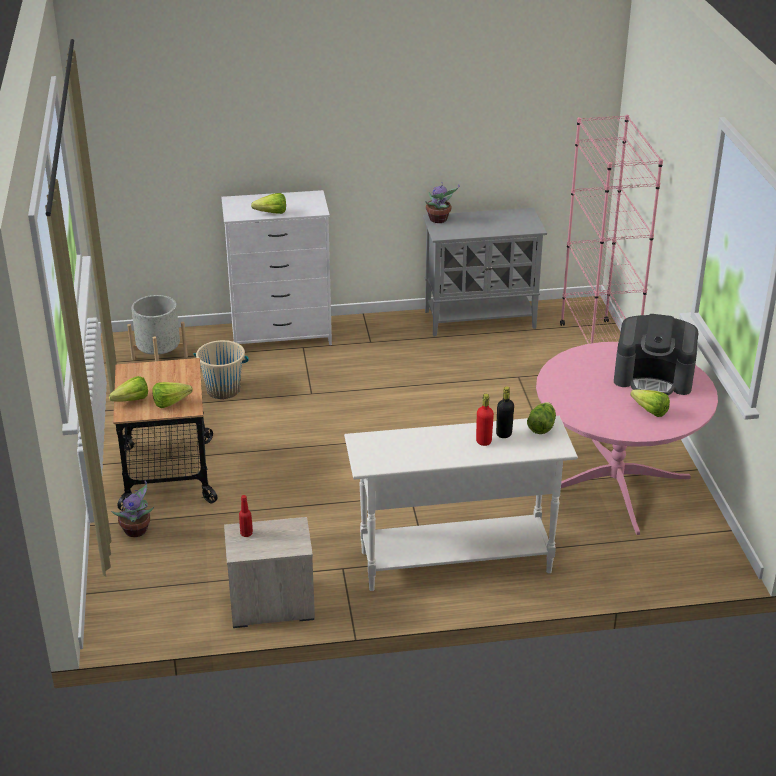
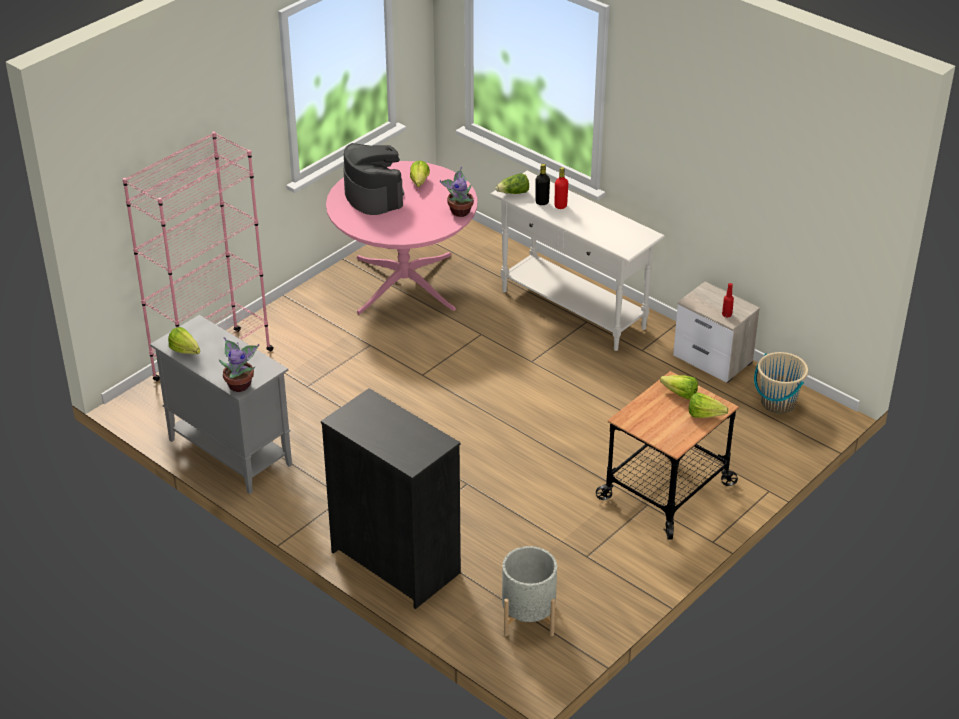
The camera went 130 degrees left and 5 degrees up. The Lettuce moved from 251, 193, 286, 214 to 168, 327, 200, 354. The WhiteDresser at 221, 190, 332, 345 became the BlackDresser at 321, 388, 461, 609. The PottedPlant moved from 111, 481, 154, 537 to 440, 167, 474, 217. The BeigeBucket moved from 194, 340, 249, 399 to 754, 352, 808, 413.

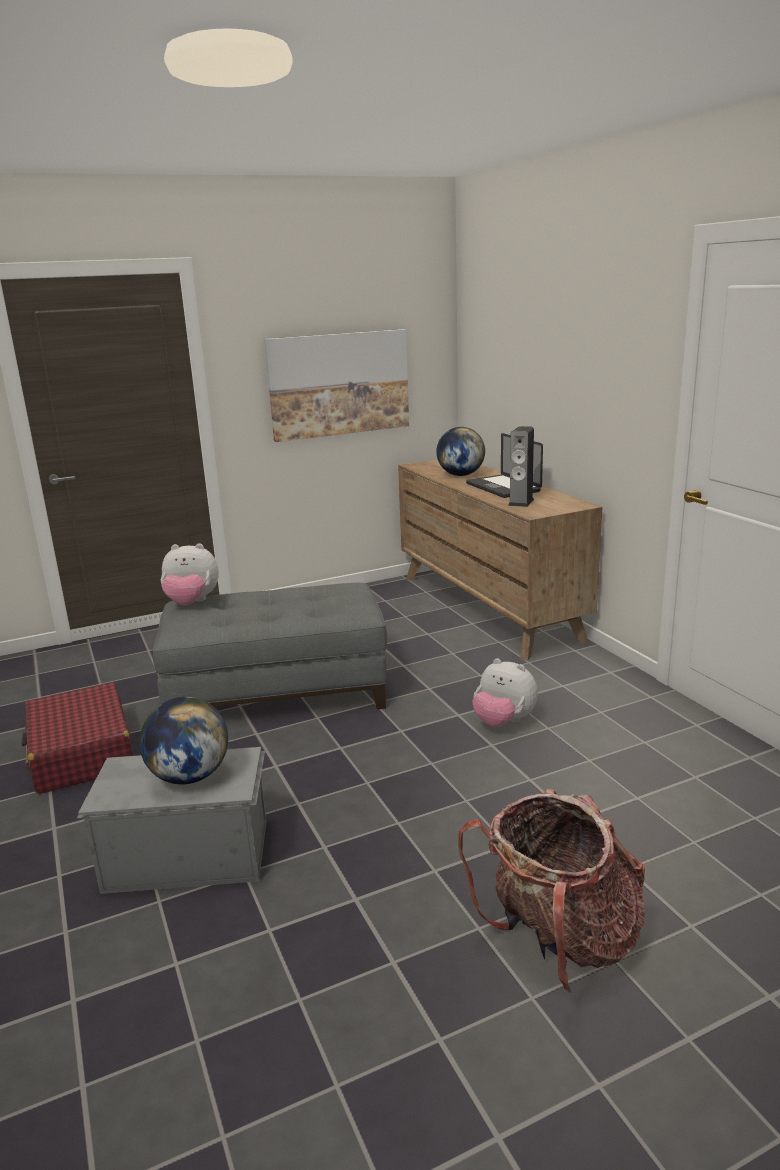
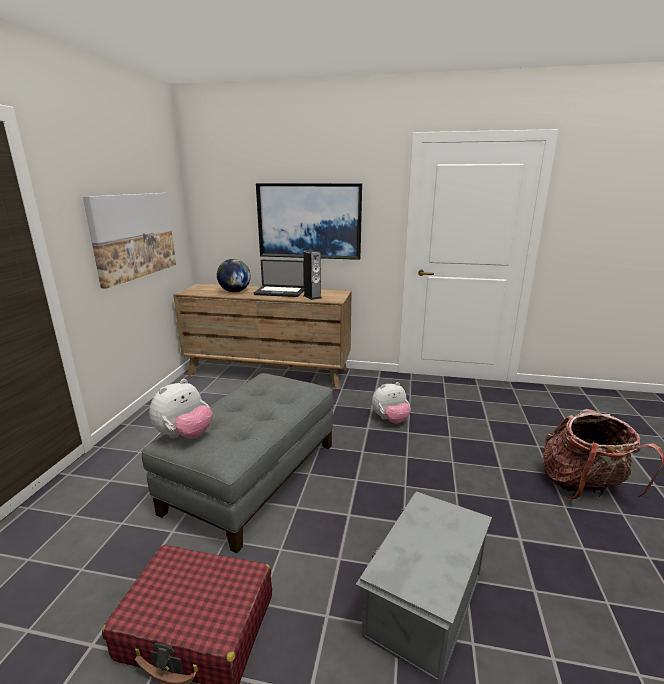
The camera went 55 degrees left and 0 degrees up. The Picture at 256, 183, 362, 260 appeared. The Globe at 139, 697, 228, 785 disappeared.

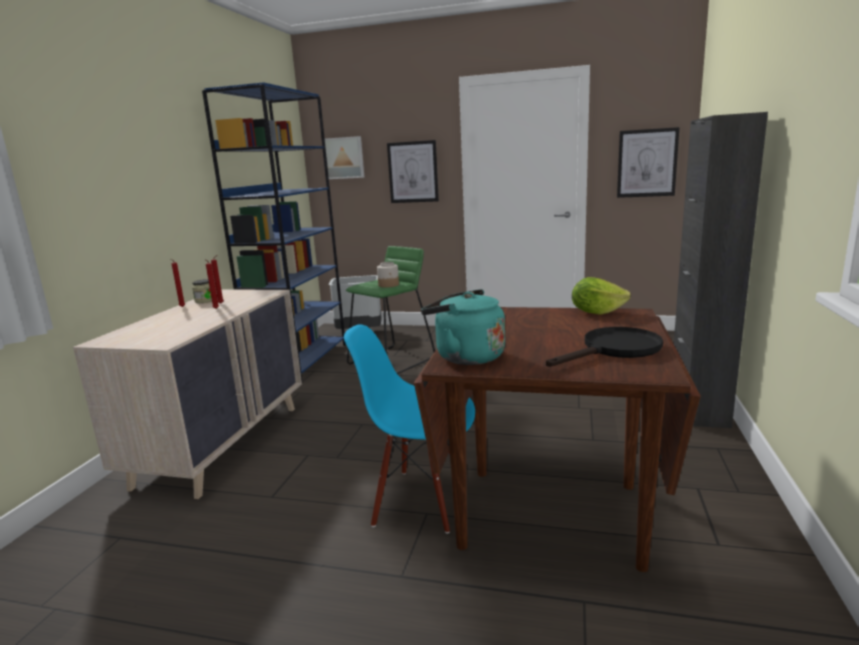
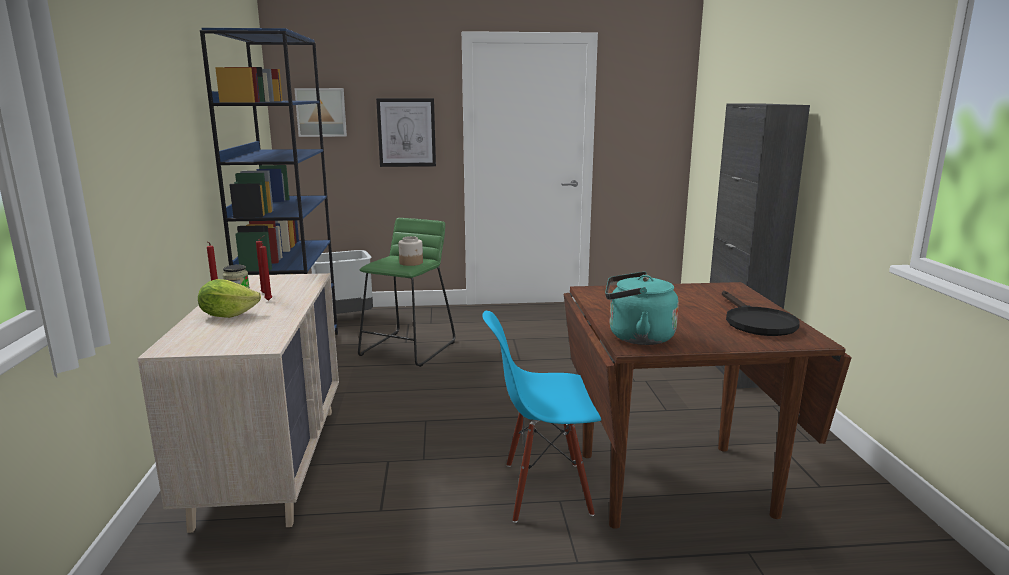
The camera went 20 degrees left and 0 degrees up. The Lettuce moved from 572, 277, 631, 315 to 198, 279, 261, 318. The BlackFryingPan at 546, 327, 663, 367 turned 135 degrees clockwise. The Picture at 617, 127, 680, 198 disappeared.

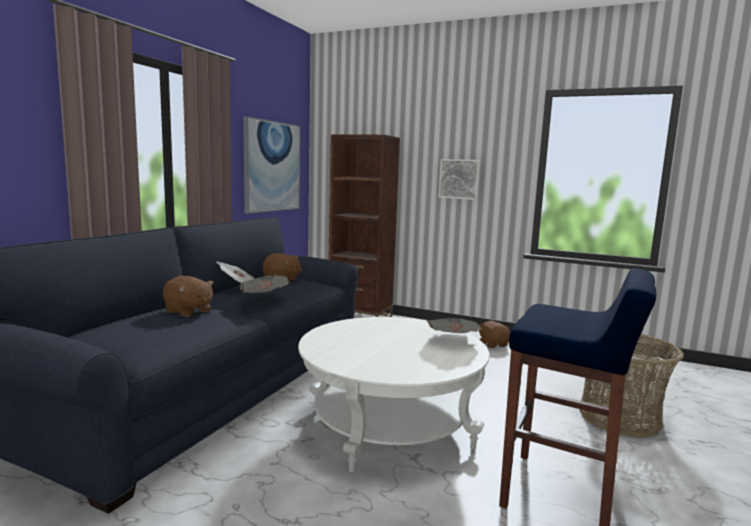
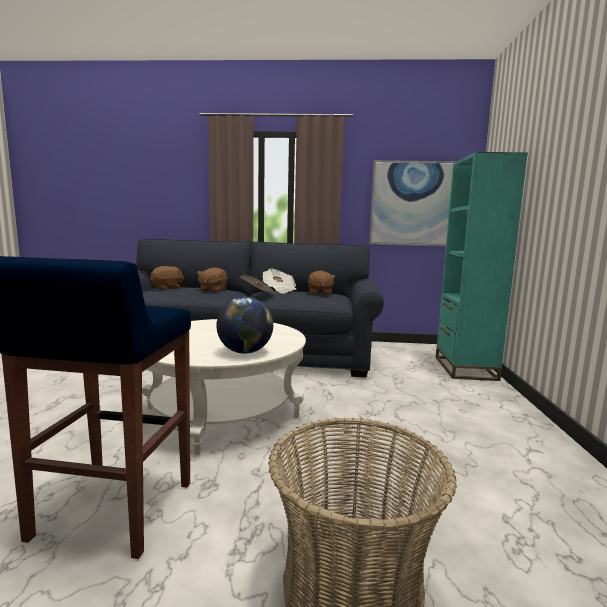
The camera went 70 degrees right and 0 degrees up. The BrownPlushToy moved from 479, 321, 510, 348 to 150, 266, 184, 290. The Newspaper at 426, 318, 482, 333 was replaced by the Globe at 216, 297, 273, 354. The BrownBookcase at 328, 134, 400, 317 became the TurquoiseBookcase at 436, 152, 528, 381. The Picture at 438, 159, 480, 200 disappeared.

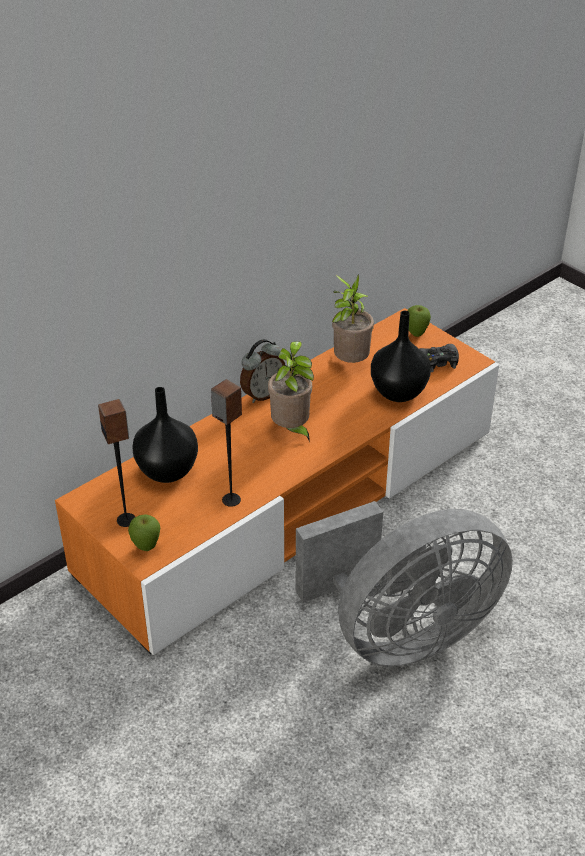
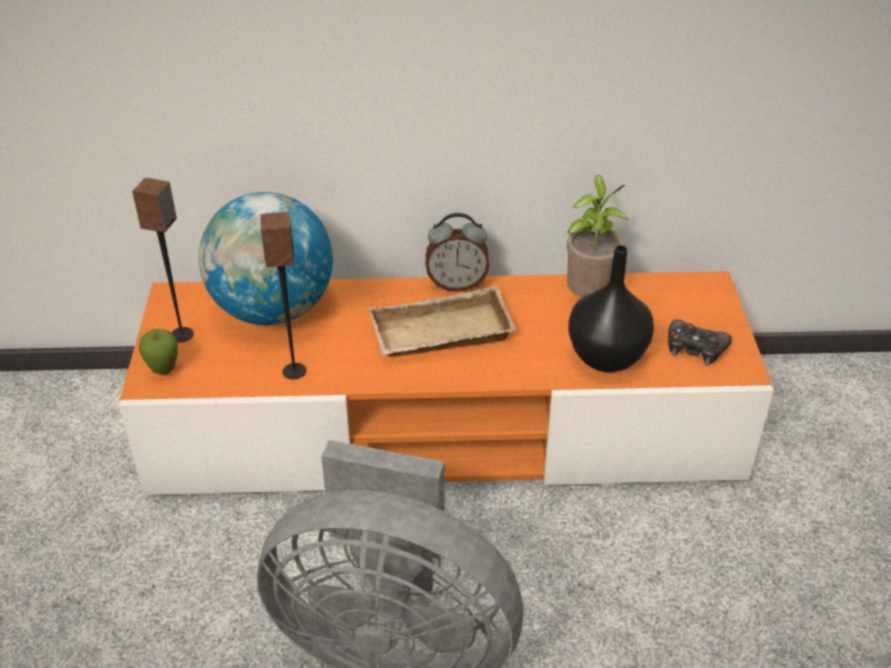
The camera went 40 degrees right and 0 degrees up. The BlackVase at 132, 387, 198, 483 was replaced by the Globe at 198, 192, 333, 325. The PottedPlant at 268, 341, 314, 443 was replaced by the BeigeTray at 368, 285, 516, 357. The Apple at 408, 305, 431, 337 disappeared.

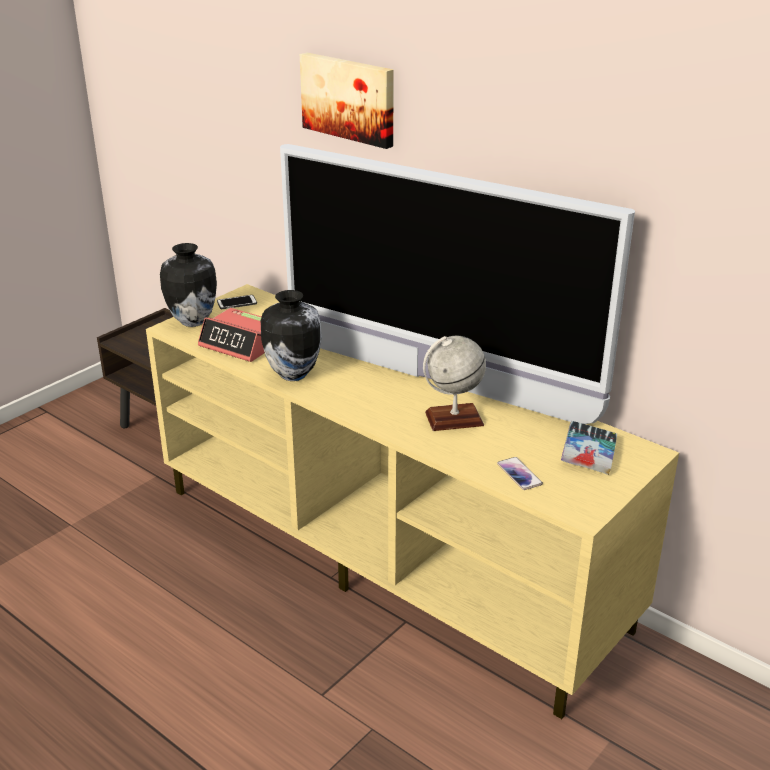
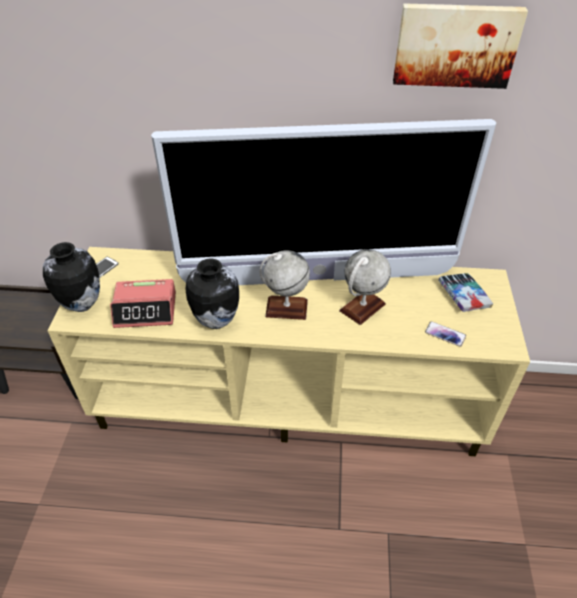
The camera went 35 degrees left and 15 degrees up. The Globe at 260, 250, 310, 320 appeared. The Picture moved from 300, 52, 394, 149 to 393, 3, 528, 89.

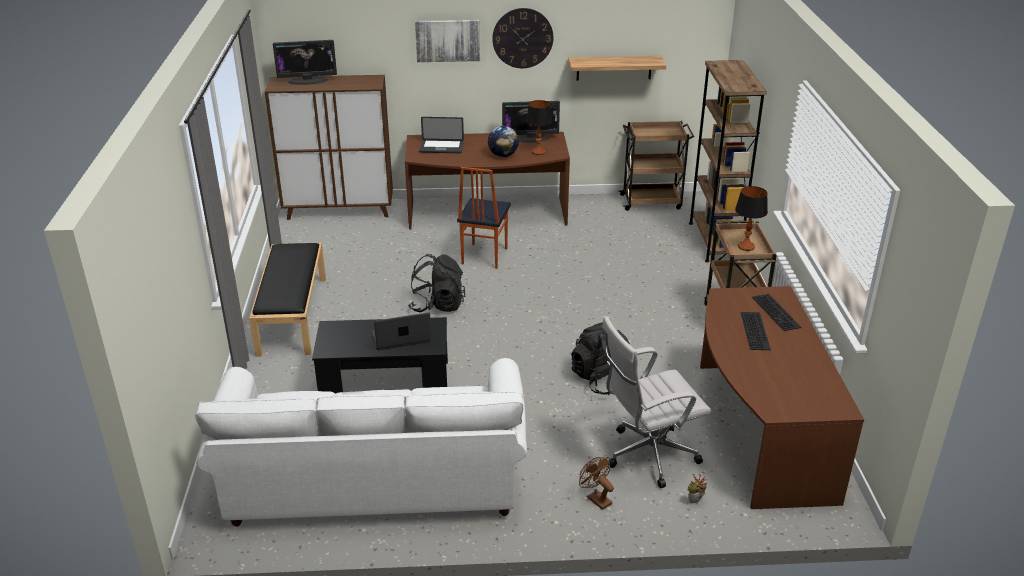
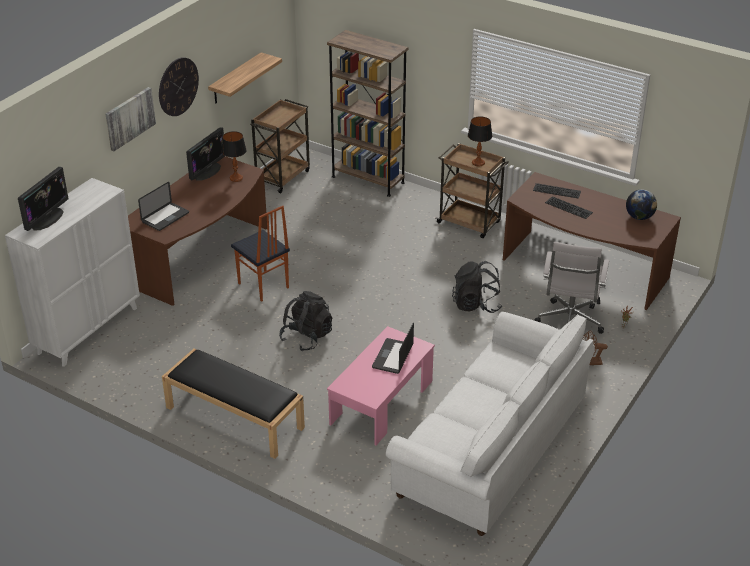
The camera went 55 degrees left and 5 degrees up. The BrownCabinet at 265, 75, 393, 220 became the WhiteCabinet at 5, 178, 140, 367. The BlackCoffeeTable at 312, 317, 448, 394 became the PinkCoffeeTable at 327, 326, 435, 446. The Globe moved from 488, 126, 519, 157 to 626, 189, 657, 220.

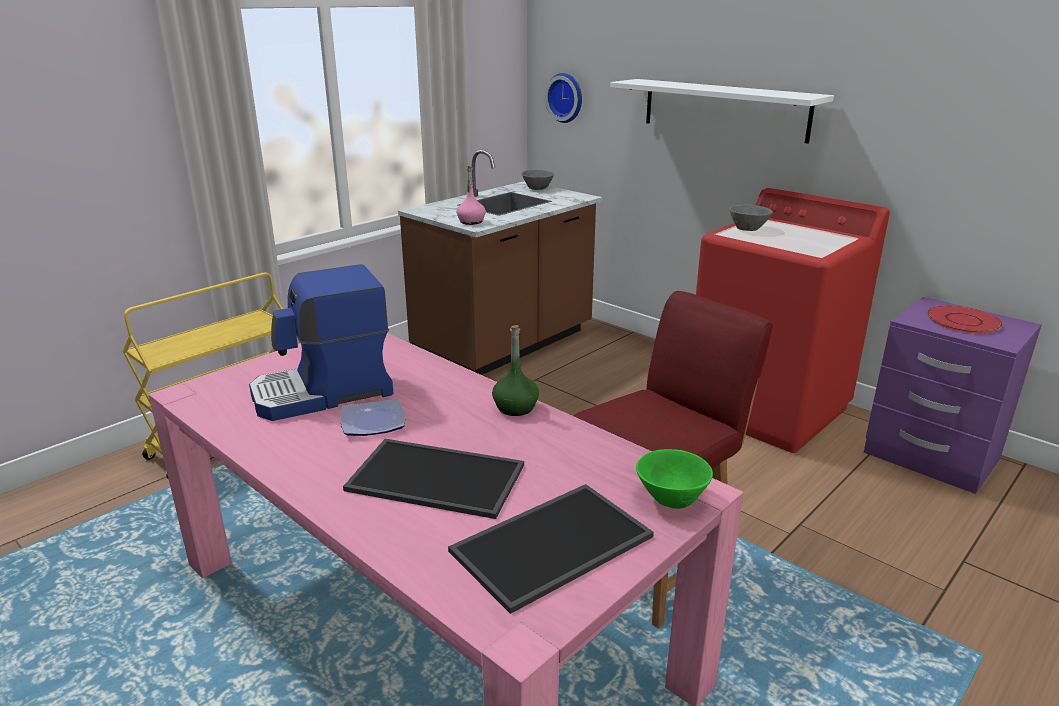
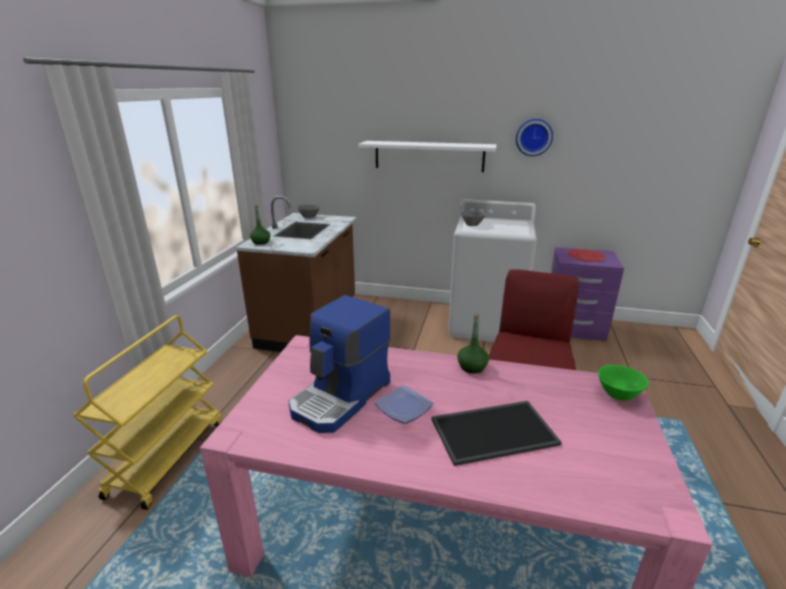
The camera went 30 degrees left and 0 degrees up. The GreenBottle at 250, 205, 270, 245 appeared. The RedWashingMachine at 696, 188, 890, 453 became the WhiteWashingMachine at 448, 199, 537, 342. The WallClock moved from 545, 73, 582, 123 to 516, 119, 553, 156. The Tray at 448, 484, 654, 614 disappeared. The PinkBottle at 456, 165, 486, 225 disappeared.

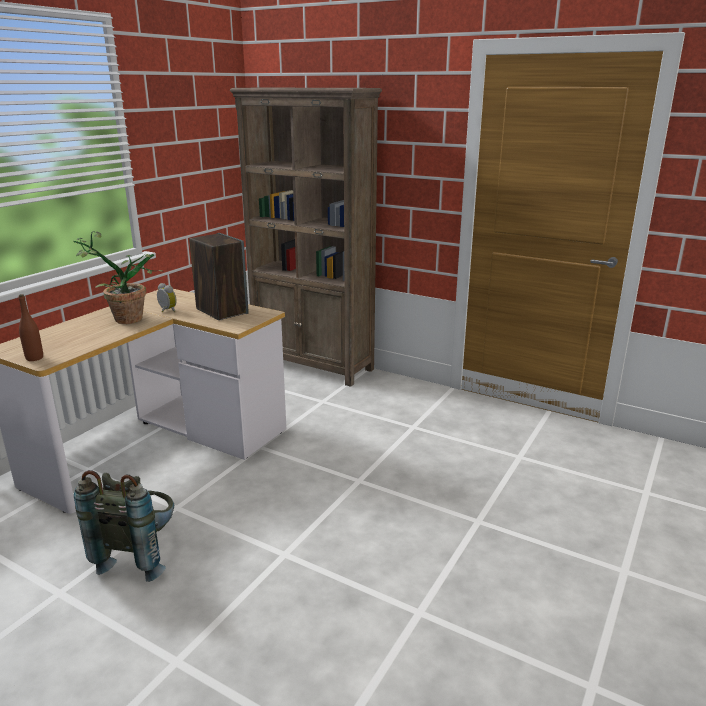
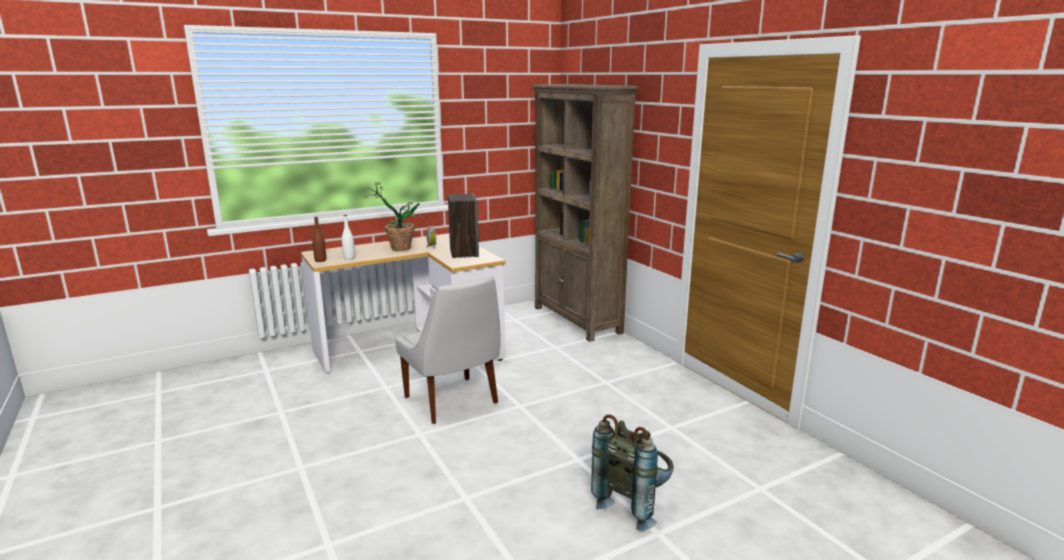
The camera went 30 degrees right and 5 degrees down. The WhiteBottle at 342, 215, 355, 260 appeared. The WhiteChair at 395, 276, 501, 424 appeared. The GreyBackpack moved from 74, 470, 174, 582 to 591, 415, 674, 531.

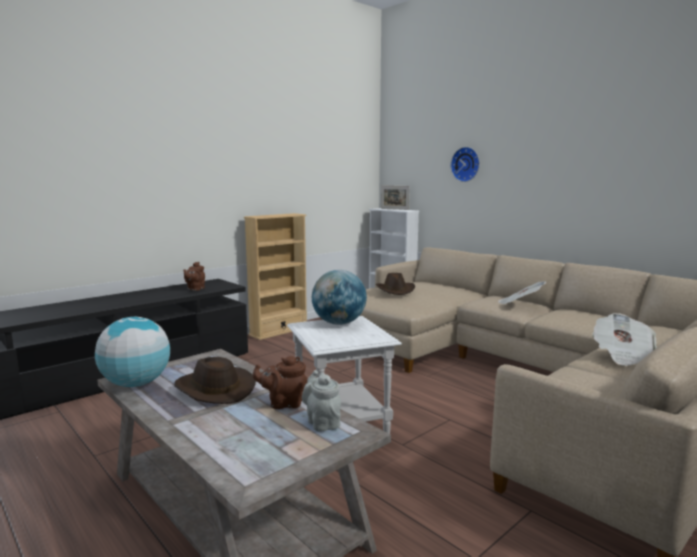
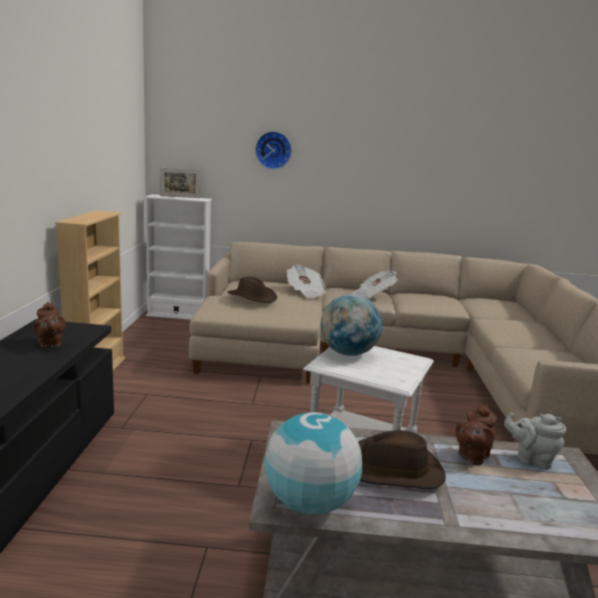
The camera went 45 degrees left and 5 degrees up. The Newspaper moved from 592, 313, 657, 366 to 286, 265, 326, 299.

